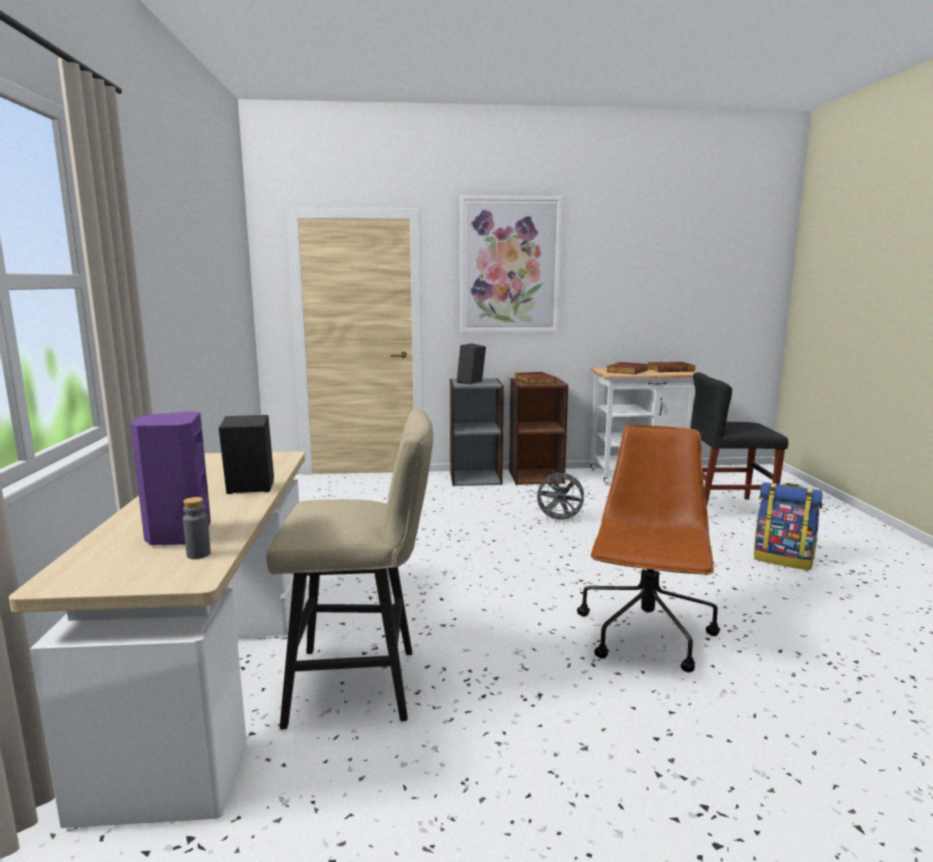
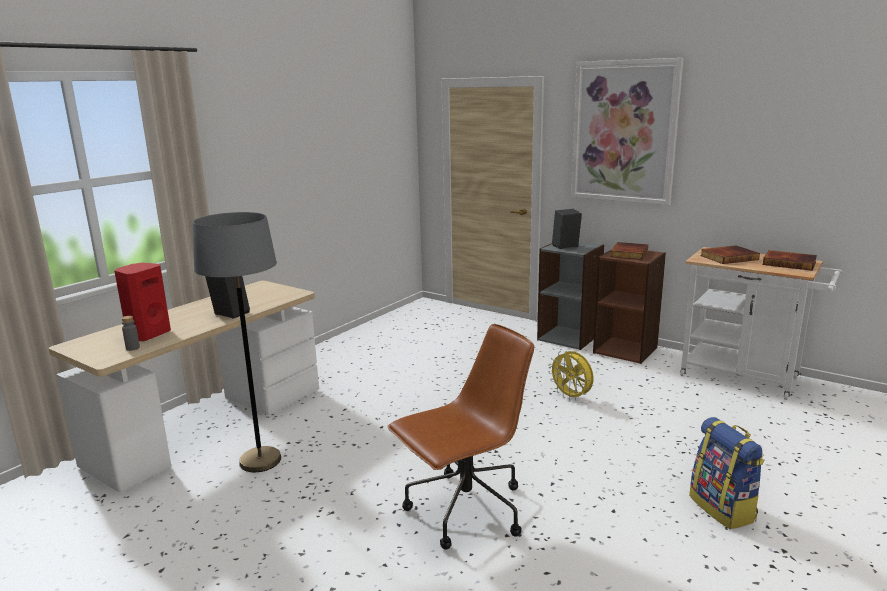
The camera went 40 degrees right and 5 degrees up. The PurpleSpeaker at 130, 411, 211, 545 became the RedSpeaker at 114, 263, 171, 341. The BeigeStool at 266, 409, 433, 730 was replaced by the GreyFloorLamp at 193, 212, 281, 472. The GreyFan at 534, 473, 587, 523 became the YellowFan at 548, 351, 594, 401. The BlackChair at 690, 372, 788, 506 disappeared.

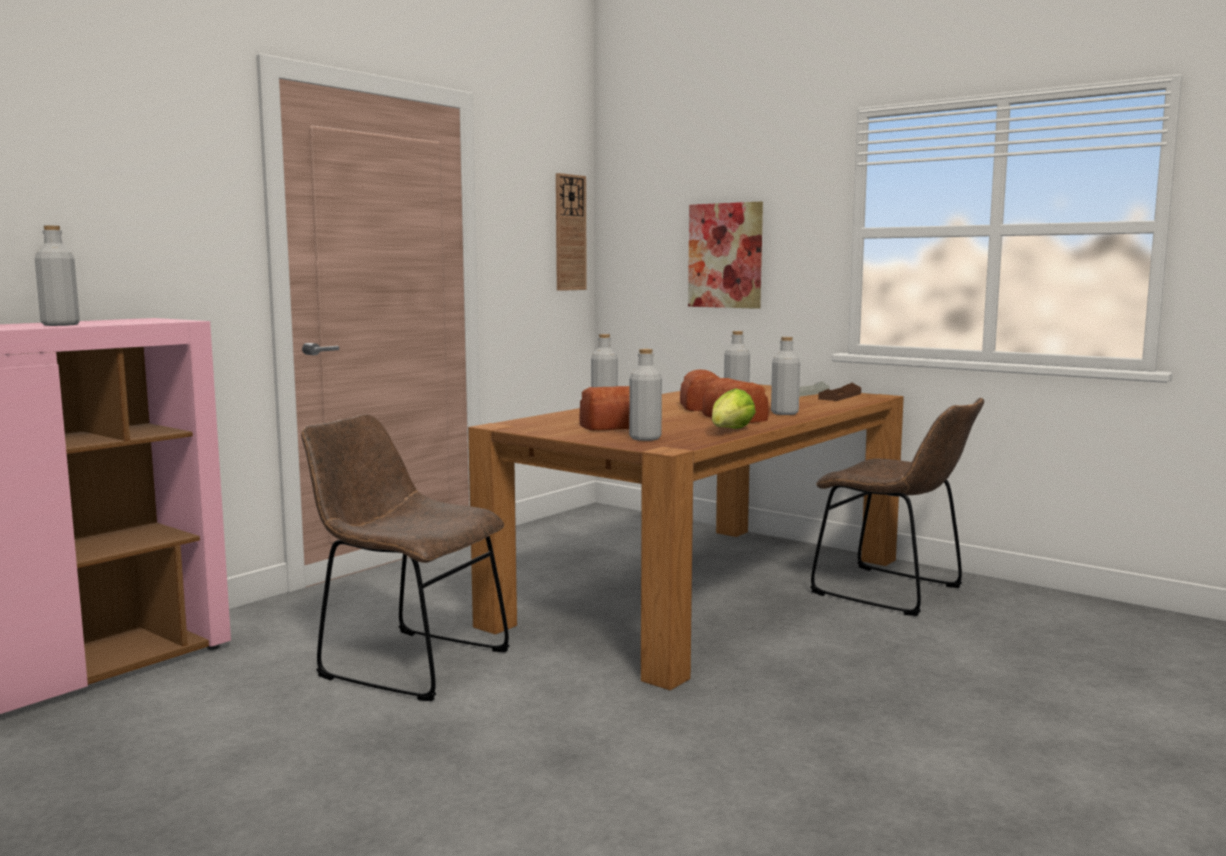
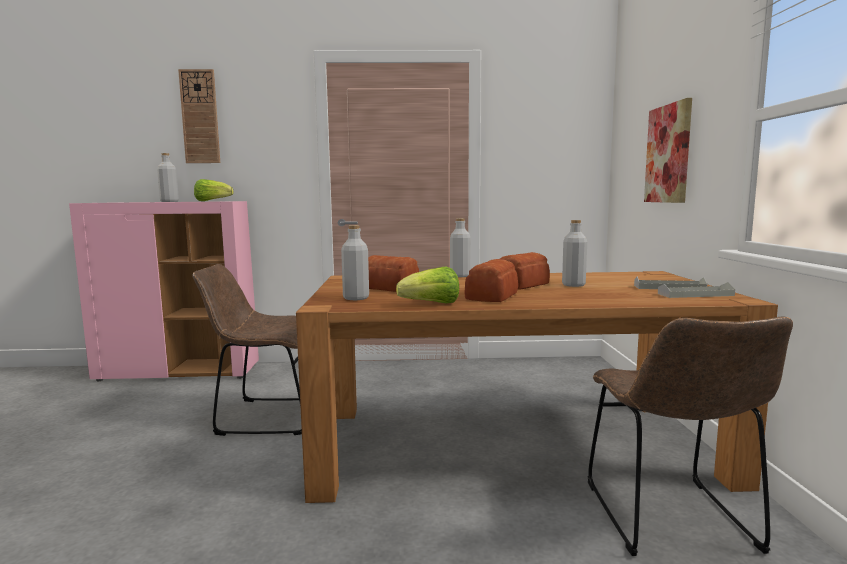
The camera went 50 degrees right and 0 degrees up. The WallClock moved from 556, 173, 587, 291 to 178, 69, 220, 163. The BrownChair at 301, 414, 509, 701 turned 75 degrees counterclockwise. The Lettuce at 194, 179, 234, 201 appeared. The BrownTray at 818, 383, 861, 401 became the GreyTray at 658, 282, 735, 298. The GreyBottle at 771, 337, 800, 415 disappeared.

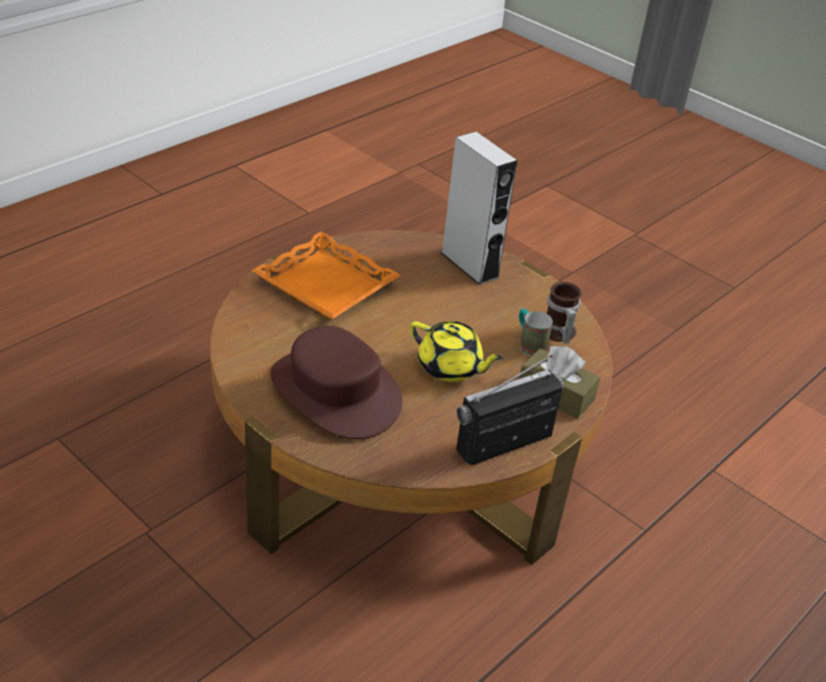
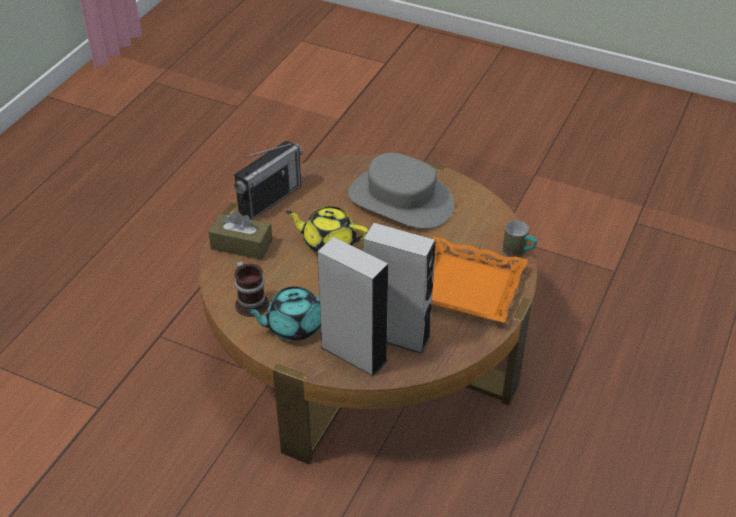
The camera went 165 degrees right and 5 degrees up. The TurquoiseTeapot at 245, 286, 321, 341 appeared. The BrownHat at 270, 326, 402, 439 became the GreyHat at 348, 153, 454, 229. The GreySpeaker at 363, 223, 435, 354 appeared. The Mug moved from 519, 308, 553, 356 to 503, 220, 537, 258.

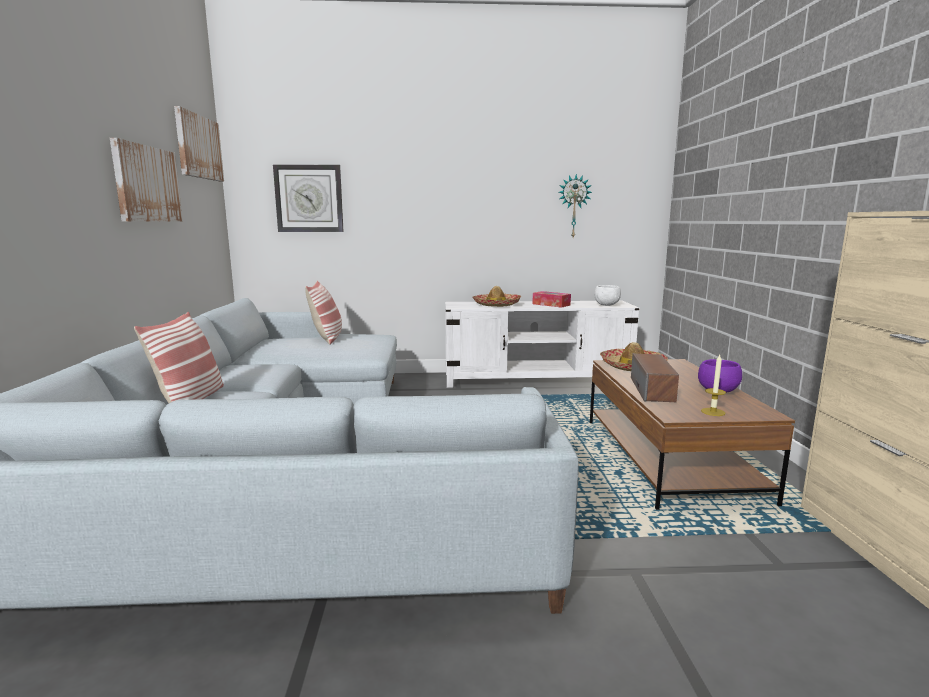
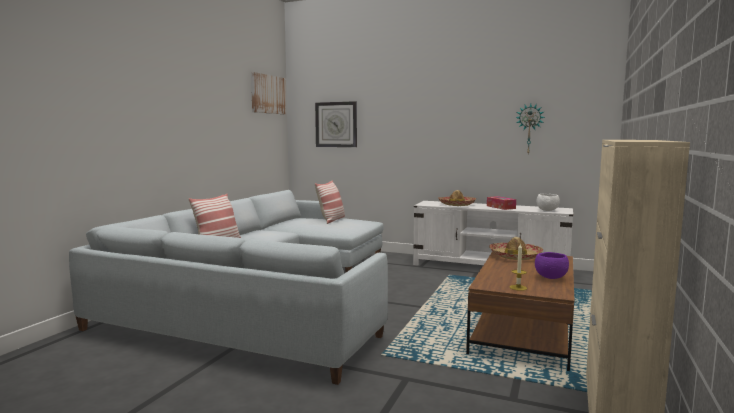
The camera went 25 degrees right and 5 degrees down. The Picture at 110, 138, 183, 221 disappeared. The Speaker at 631, 353, 679, 402 disappeared.

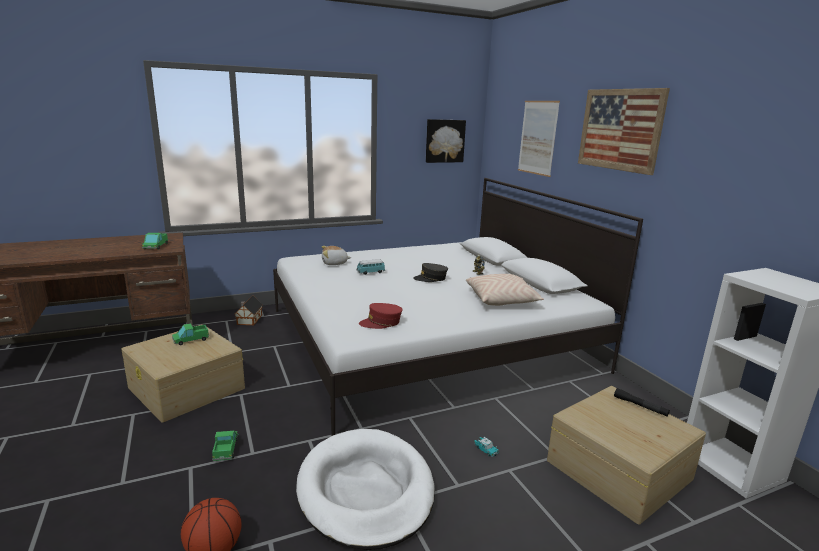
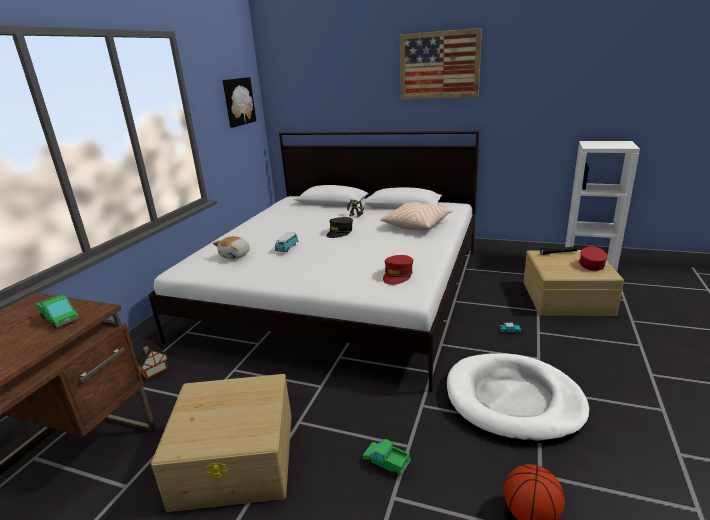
The camera went 45 degrees left and 5 degrees up. The RedCap at 579, 246, 608, 271 appeared. The ToyTruck at 172, 323, 209, 345 disappeared. The Picture at 518, 101, 560, 177 disappeared.

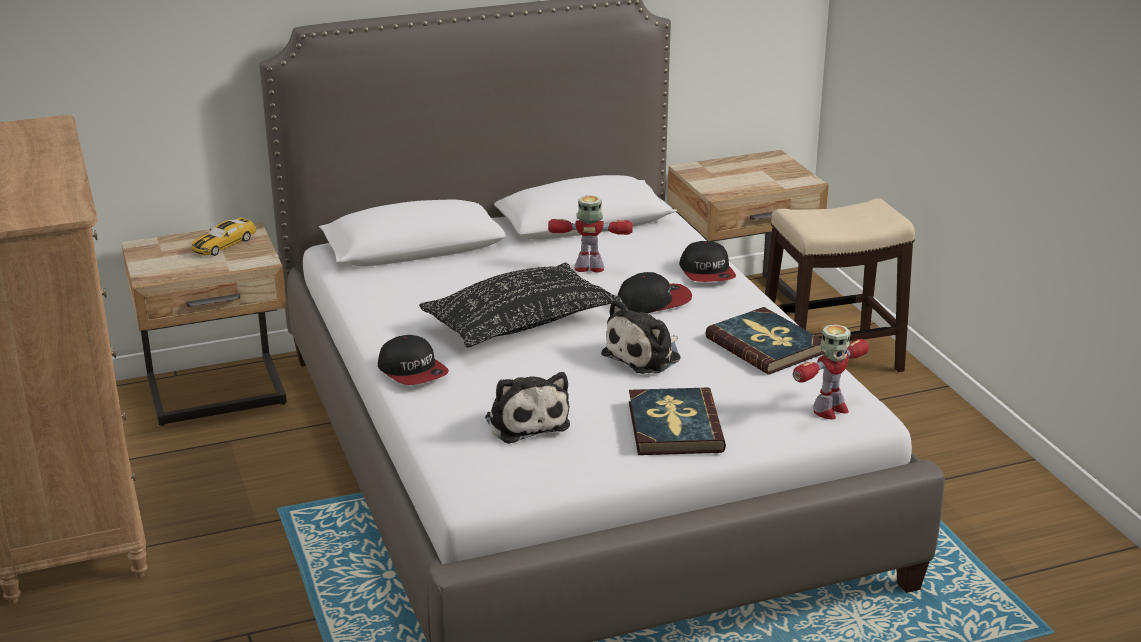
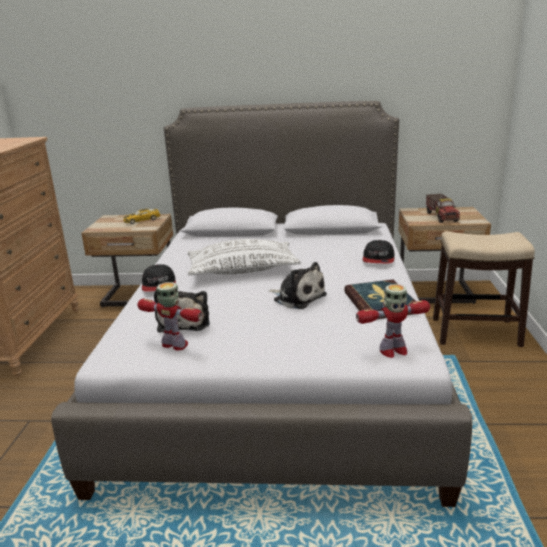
The camera went 25 degrees right and 5 degrees down. The ToyRobot moved from 548, 195, 633, 272 to 137, 282, 202, 350. The BlackPillow at 419, 263, 620, 347 became the WhitePillow at 187, 239, 301, 276. The PlushToy at 601, 299, 681, 374 turned 120 degrees counterclockwise. The ToyTruck at 426, 194, 460, 223 appeared. The Cap at 617, 272, 692, 313 disappeared. The Book at 629, 388, 726, 455 disappeared.

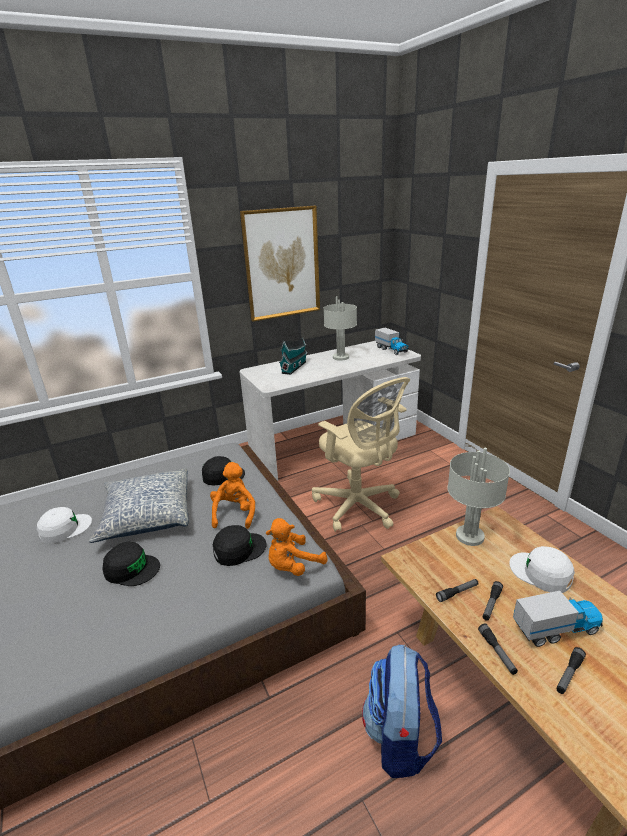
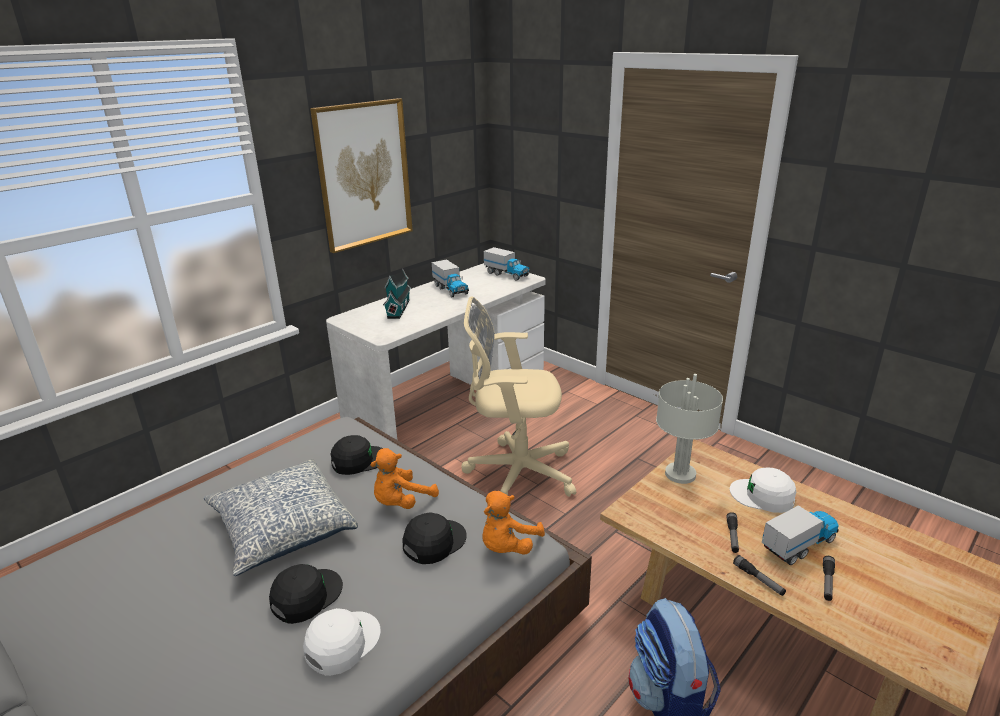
The camera went 20 degrees left and 0 degrees up. The BlackCap at 102, 542, 160, 586 turned 45 degrees counterclockwise. The WhiteCap moved from 37, 507, 92, 544 to 303, 608, 381, 676. The OrangePlushToy at 210, 462, 255, 529 turned 120 degrees counterclockwise. The GreyTableLamp at 323, 297, 357, 361 was replaced by the ToyTruck at 432, 259, 469, 297. The BeigeOfficeChair at 312, 377, 410, 532 turned 150 degrees clockwise. The Flashlight at 436, 579, 479, 602 disappeared.

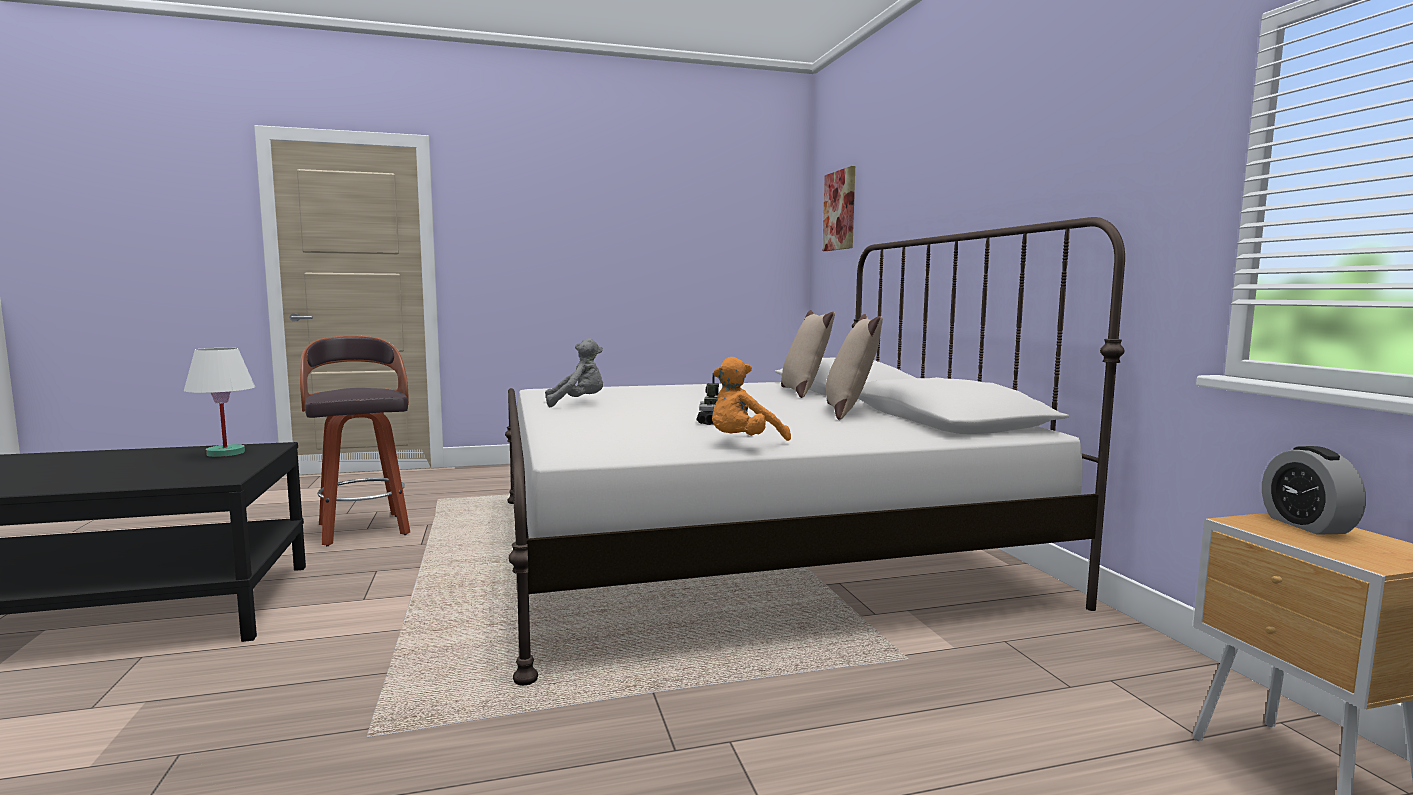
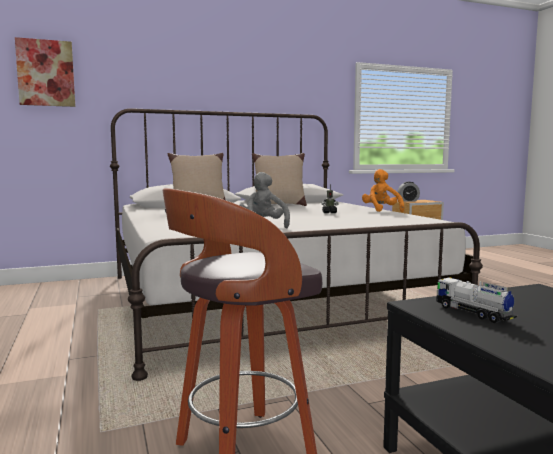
The camera went 95 degrees left and 0 degrees up. The OrangePlushToy at 712, 357, 791, 441 turned 150 degrees counterclockwise. The WhiteTableLamp at 184, 348, 255, 457 was replaced by the ToyTruck at 436, 277, 517, 323.

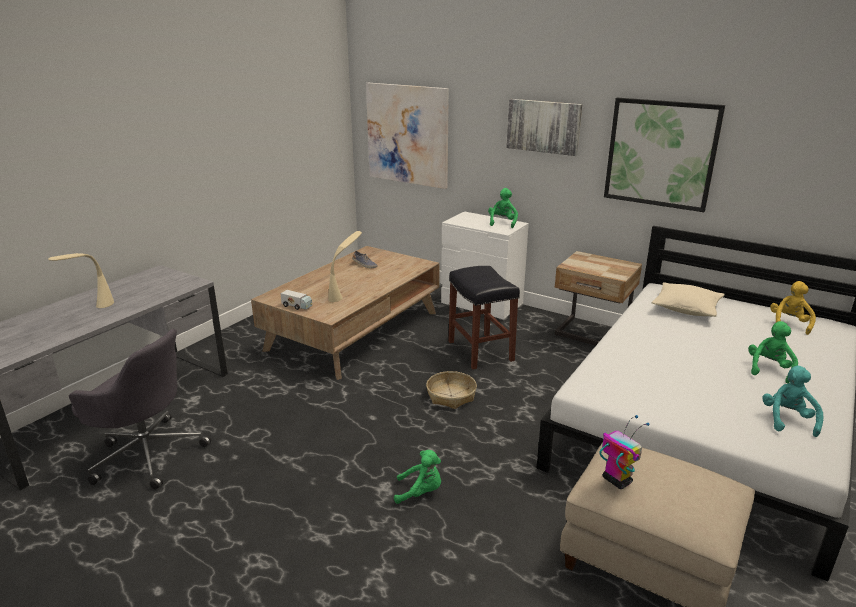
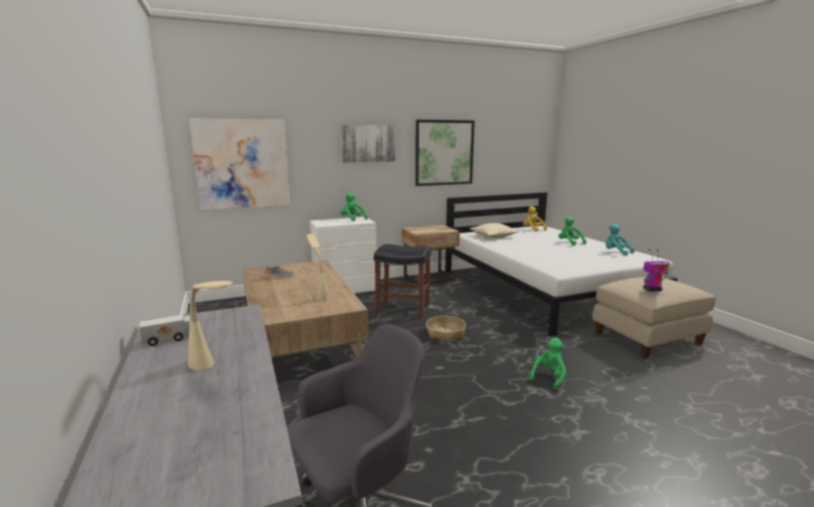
The camera went 55 degrees left and 10 degrees down. The ToyTruck moved from 281, 290, 312, 310 to 139, 314, 190, 346.

